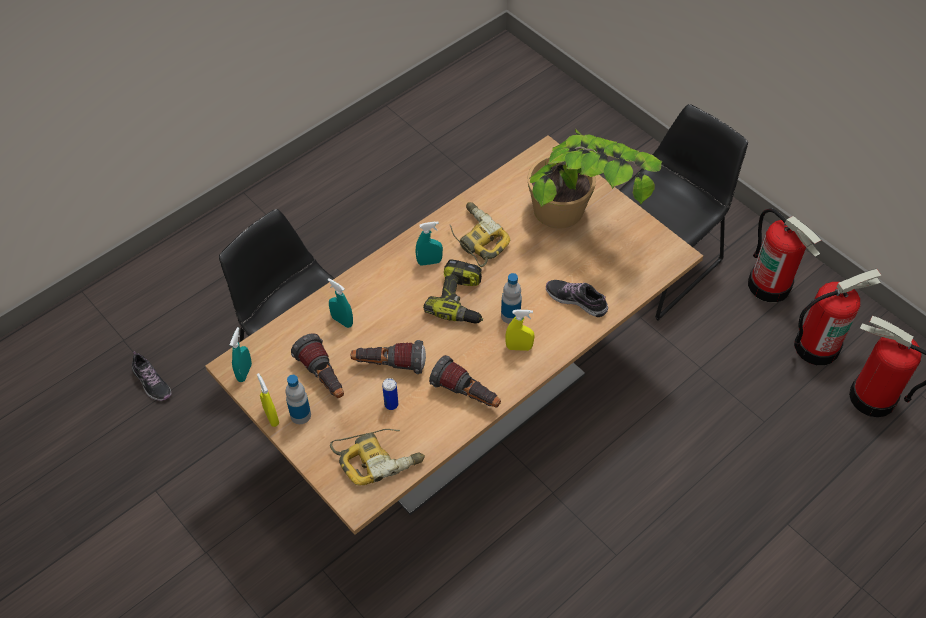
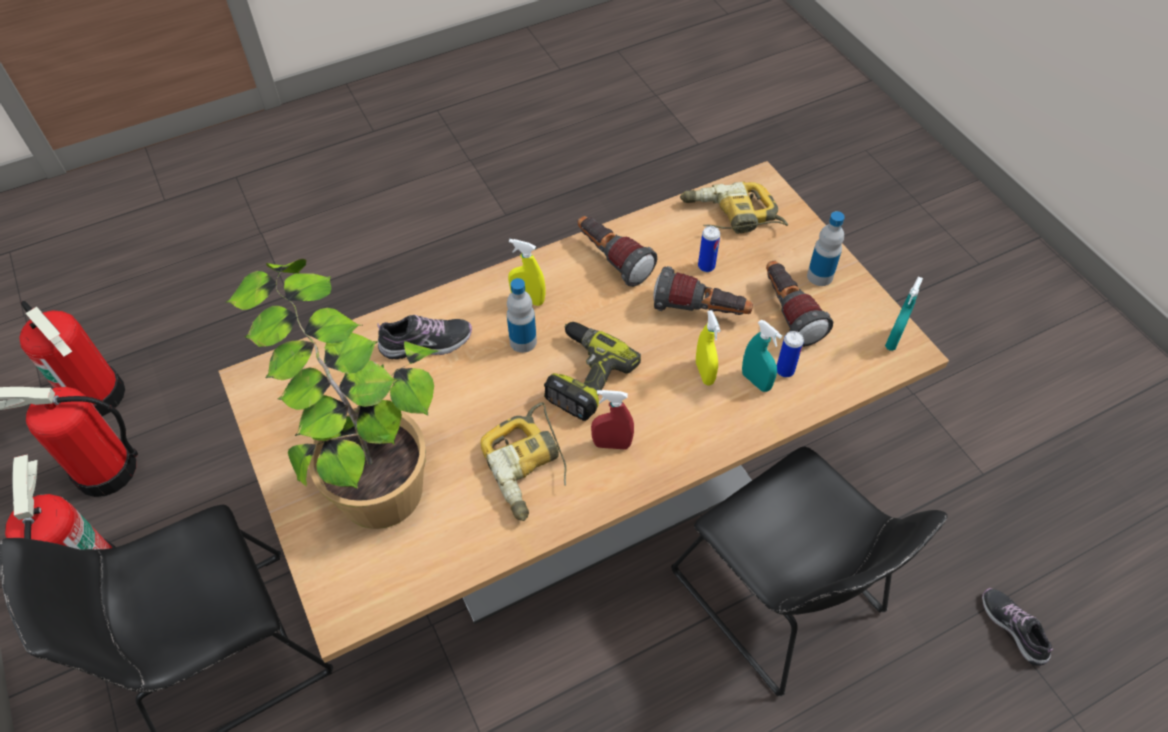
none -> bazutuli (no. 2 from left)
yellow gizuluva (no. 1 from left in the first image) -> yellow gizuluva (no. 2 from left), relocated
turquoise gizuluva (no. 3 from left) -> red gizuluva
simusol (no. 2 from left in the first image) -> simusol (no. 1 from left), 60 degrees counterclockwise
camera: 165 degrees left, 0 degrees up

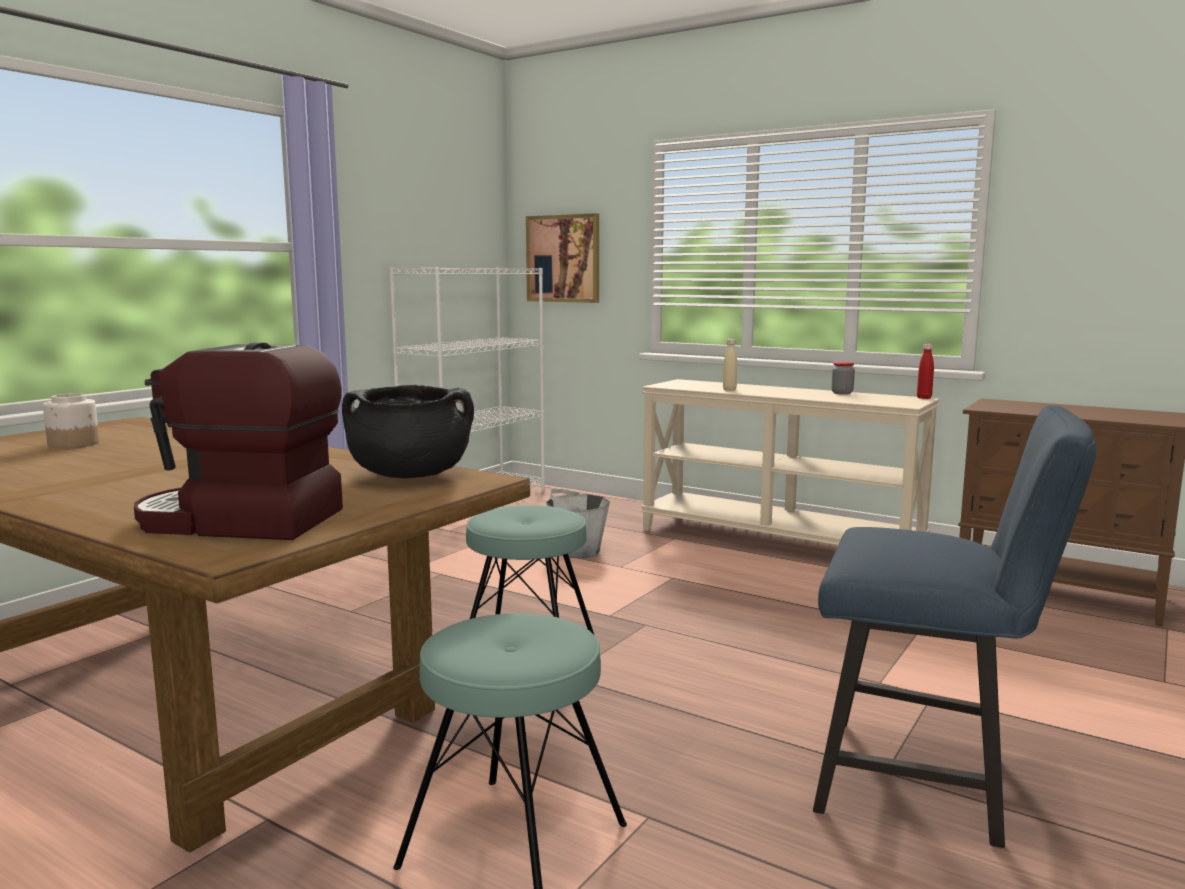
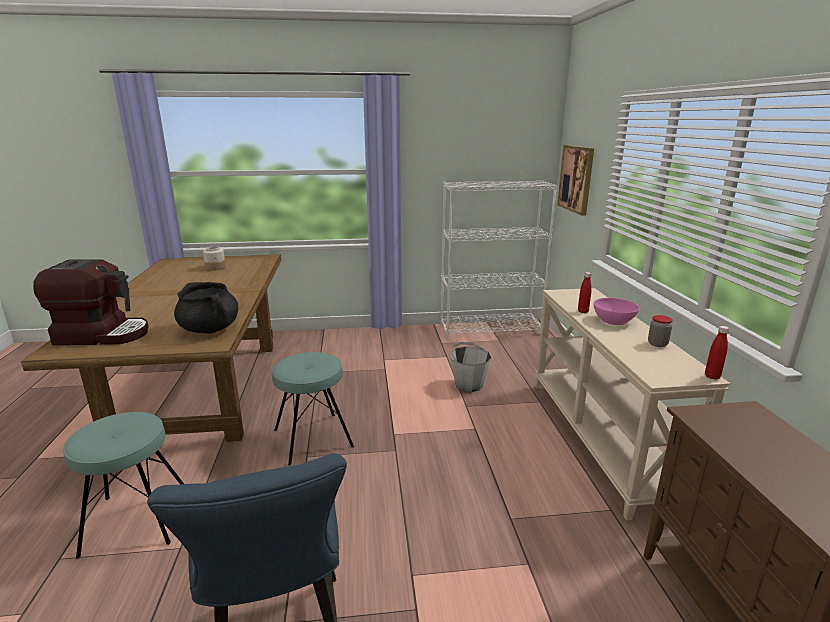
none -> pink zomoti
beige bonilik -> red bonilik (no. 1 from left)
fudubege, 120 degrees clockwise
camera: 50 degrees right, 10 degrees up

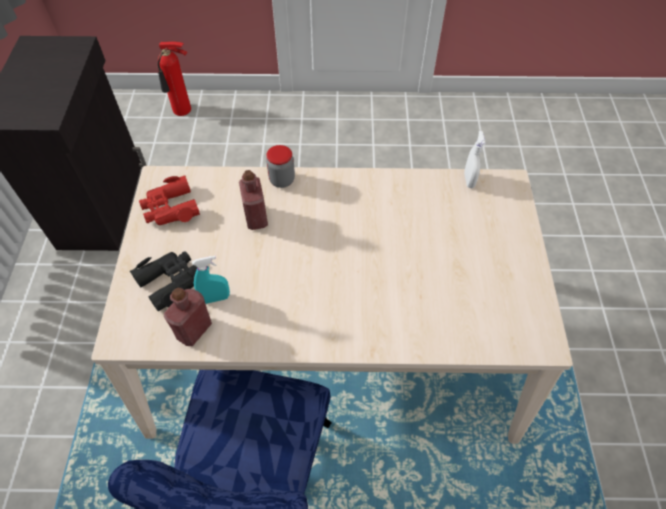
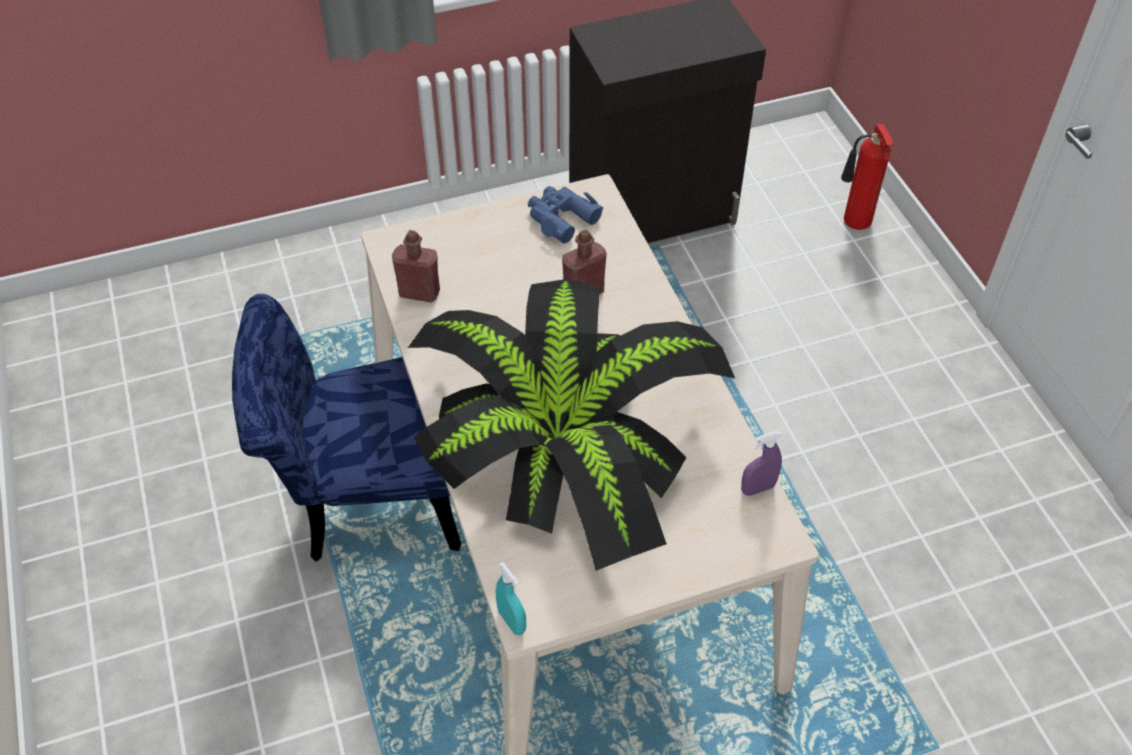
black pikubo -> none
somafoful -> none
none -> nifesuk
turquoise gizuluva, relocated
red pikubo -> blue pikubo
white gizuluva -> purple gizuluva
camera: 70 degrees right, 5 degrees down

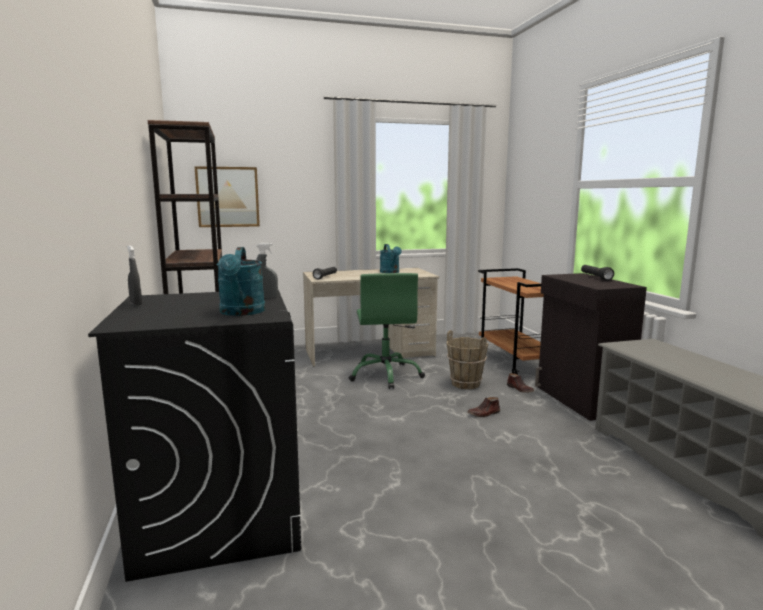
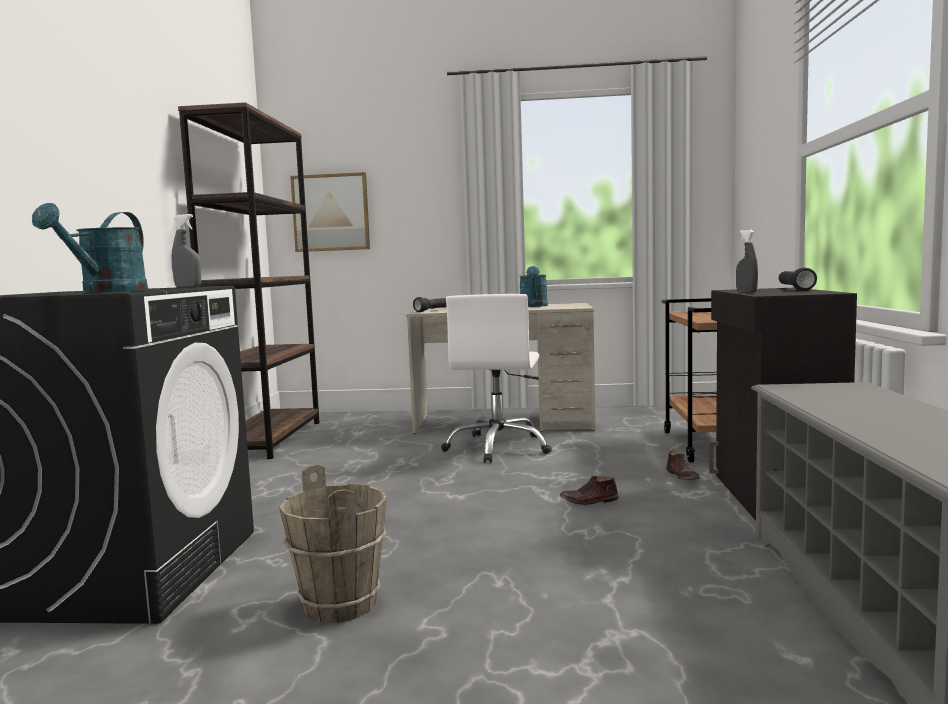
grey gizuluva (no. 1 from left in the first image) -> grey gizuluva (no. 2 from left), relocated
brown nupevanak, relocated
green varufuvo -> white varufuvo
camera: 20 degrees right, 5 degrees down

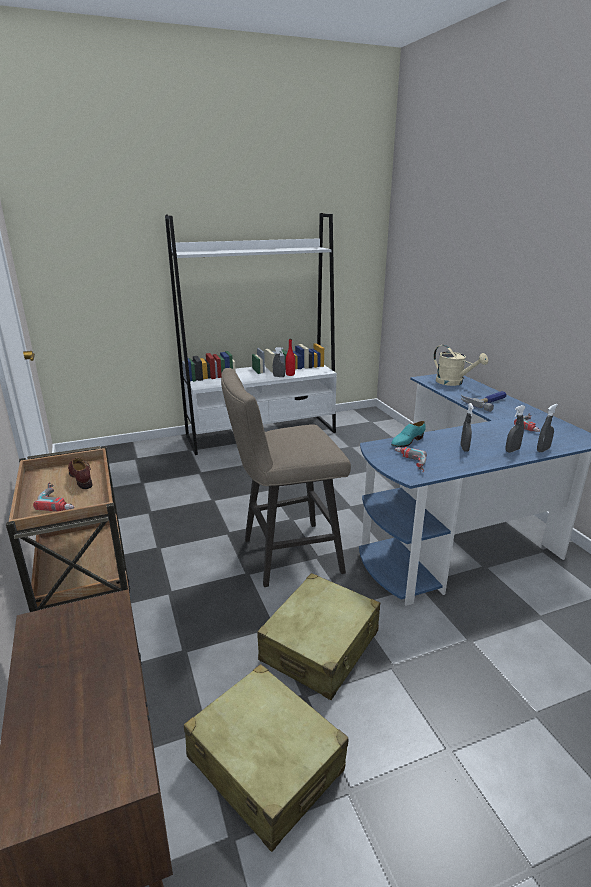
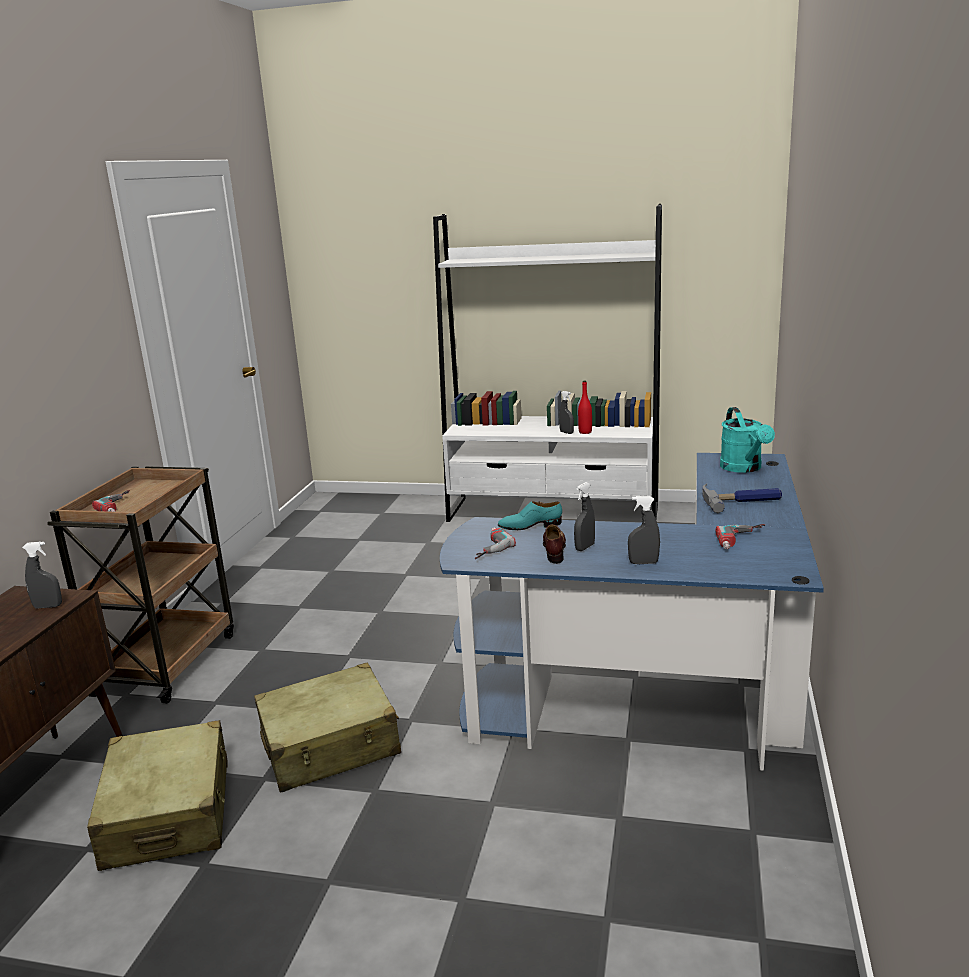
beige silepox -> none
brown simusol, relocated
grey gizuluva (no. 4 from left in the first image) -> grey gizuluva (no. 1 from left), relocated
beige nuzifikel -> turquoise nuzifikel
camera: 35 degrees right, 5 degrees down

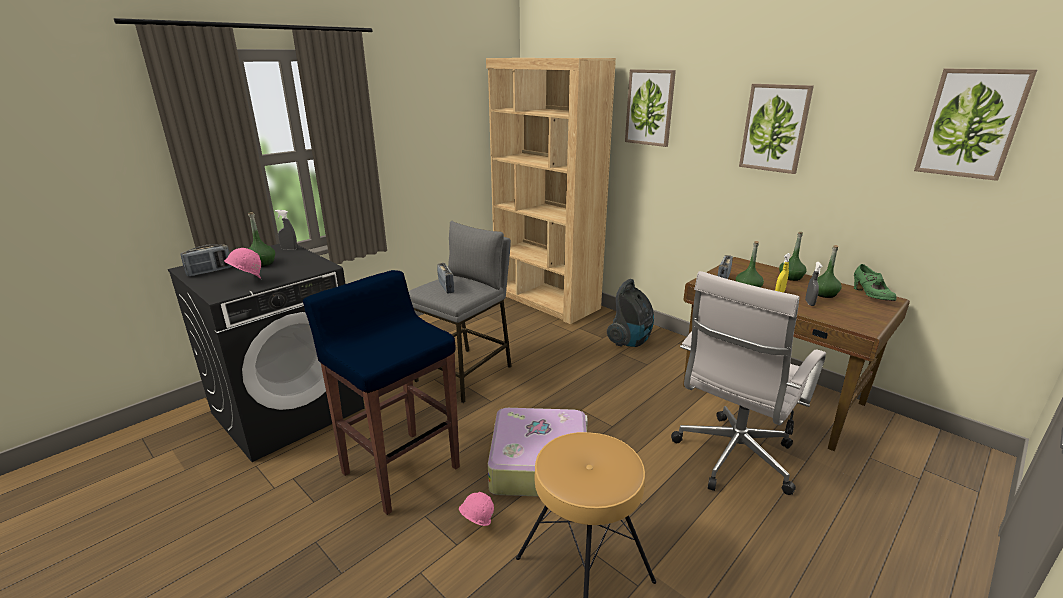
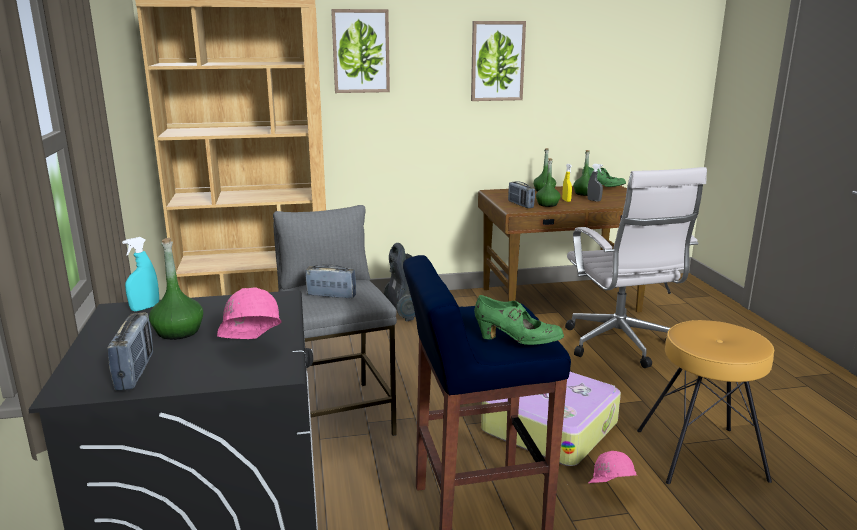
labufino (no. 3 from left) -> none
none -> green simusol (no. 1 from left)
grey gizuluva (no. 1 from left) -> turquoise gizuluva
camera: 55 degrees left, 5 degrees down

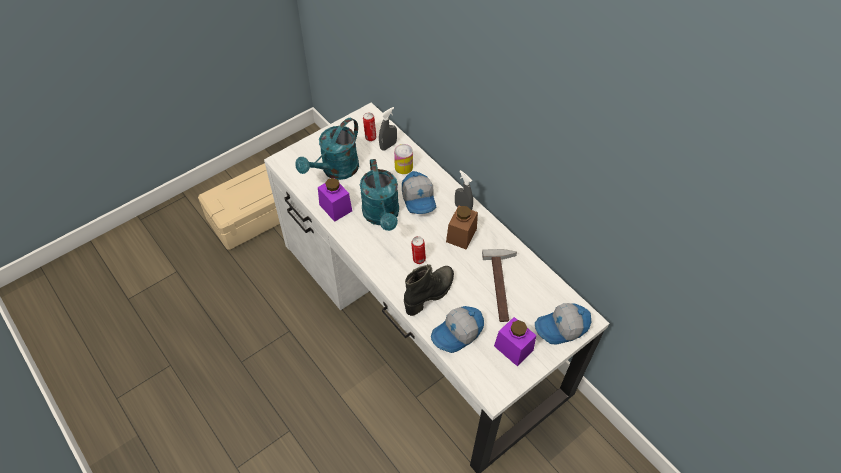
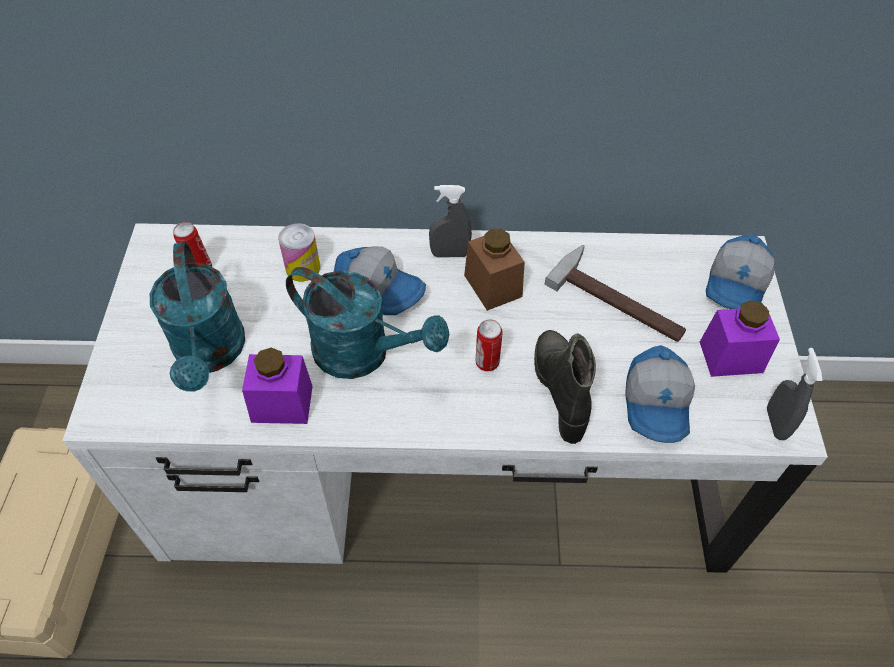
grey gizuluva (no. 1 from left in the first image) -> grey gizuluva (no. 2 from left), relocated
camera: 50 degrees left, 0 degrees up

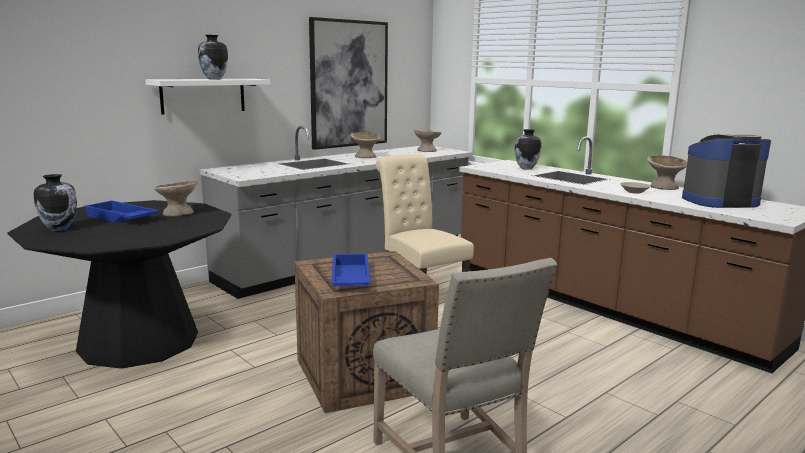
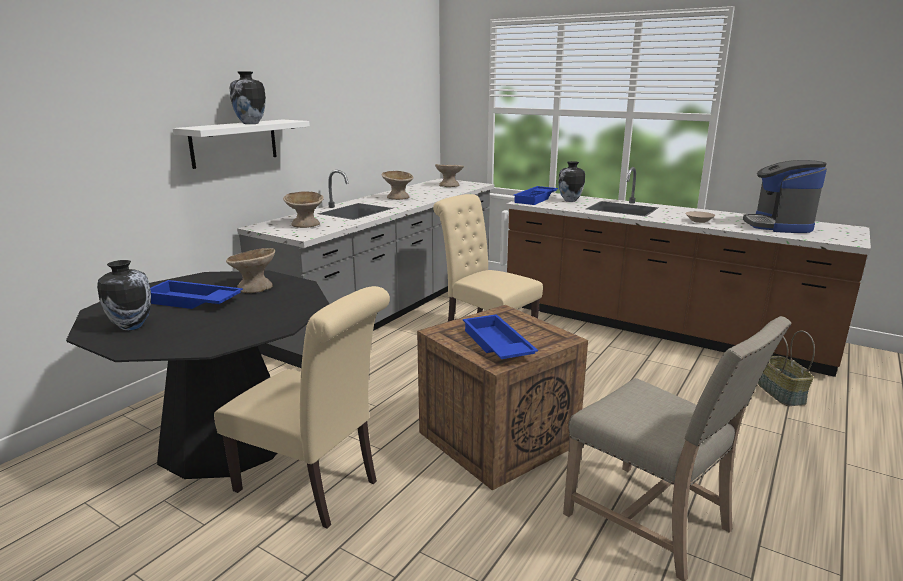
labufino -> none
none -> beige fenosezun (no. 1 from left)
none -> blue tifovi (no. 3 from left)
none -> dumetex
beige zomoti (no. 5 from left in the first image) -> beige zomoti (no. 2 from left), relocated
fudubege, 60 degrees counterclockwise
camera: 15 degrees left, 5 degrees up

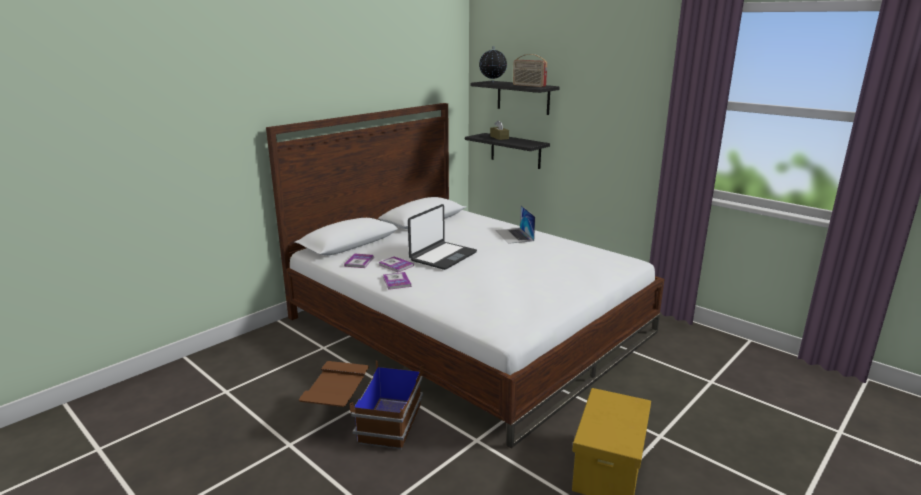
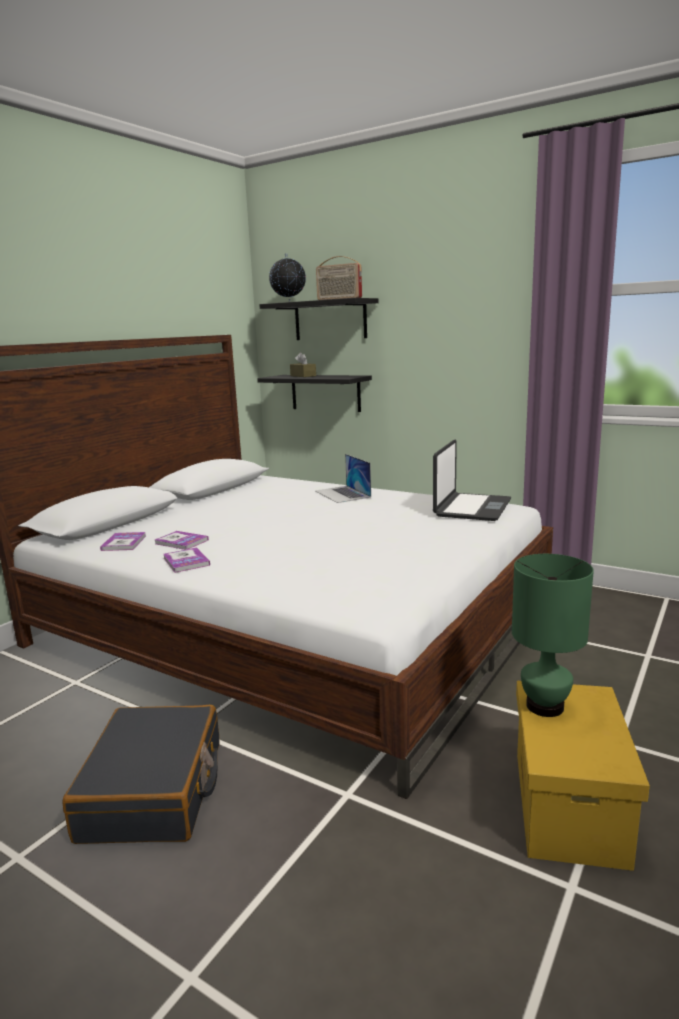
none -> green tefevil
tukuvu (no. 1 from left in the first image) -> tukuvu (no. 2 from left), relocated
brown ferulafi -> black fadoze
camera: 10 degrees left, 5 degrees down

